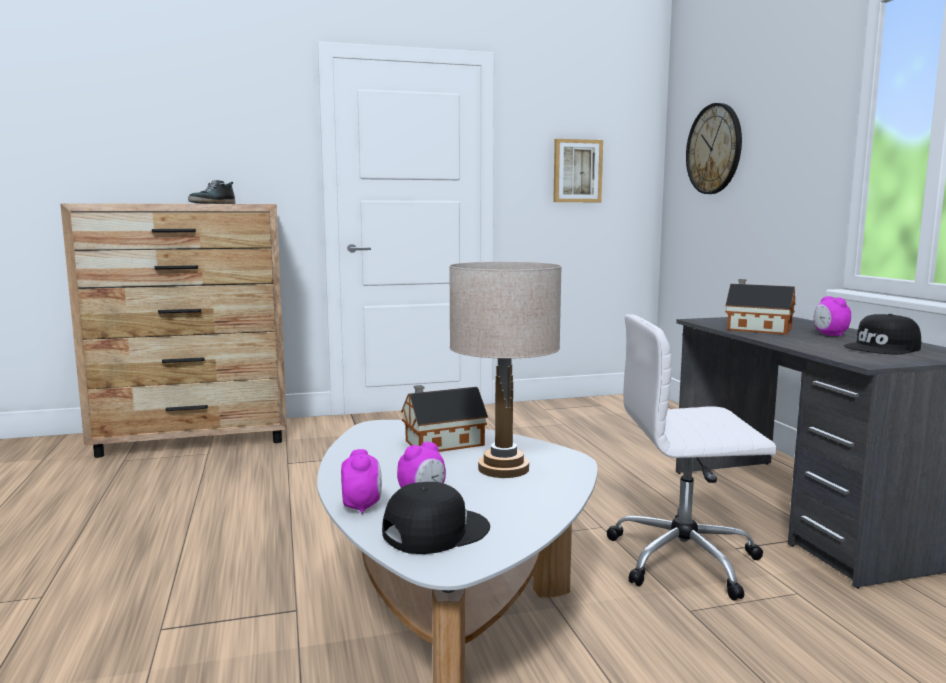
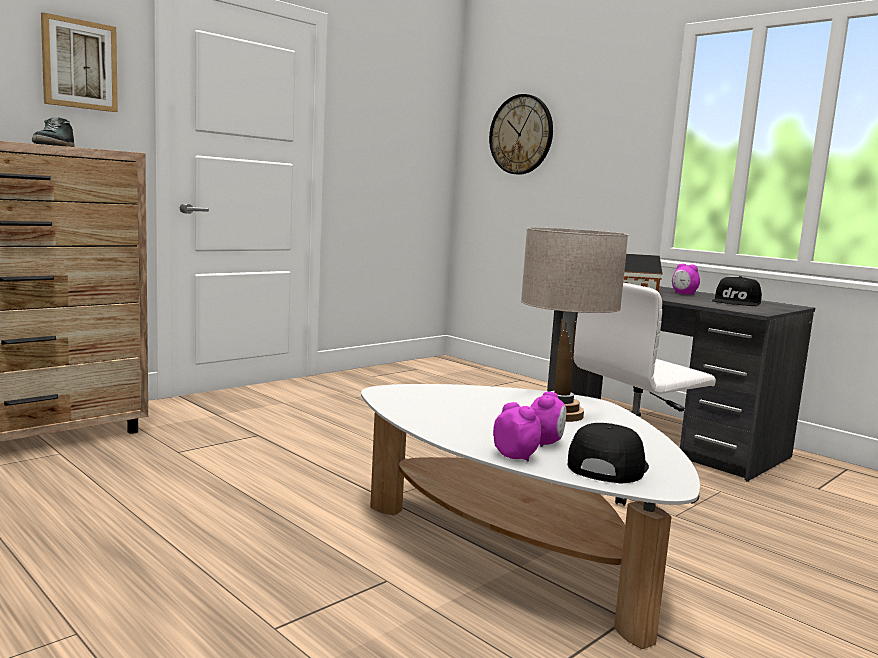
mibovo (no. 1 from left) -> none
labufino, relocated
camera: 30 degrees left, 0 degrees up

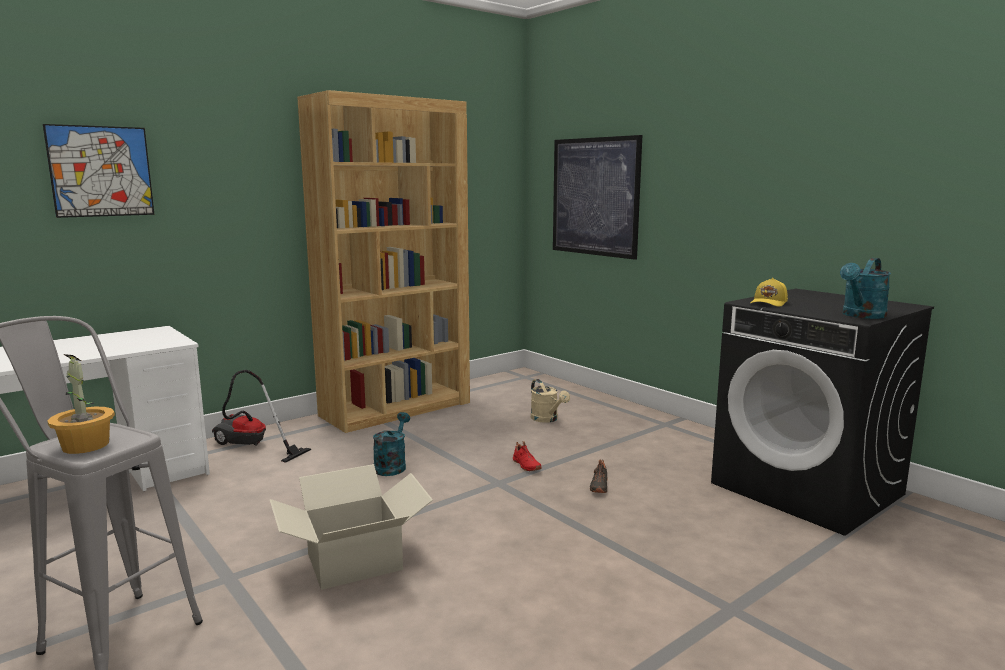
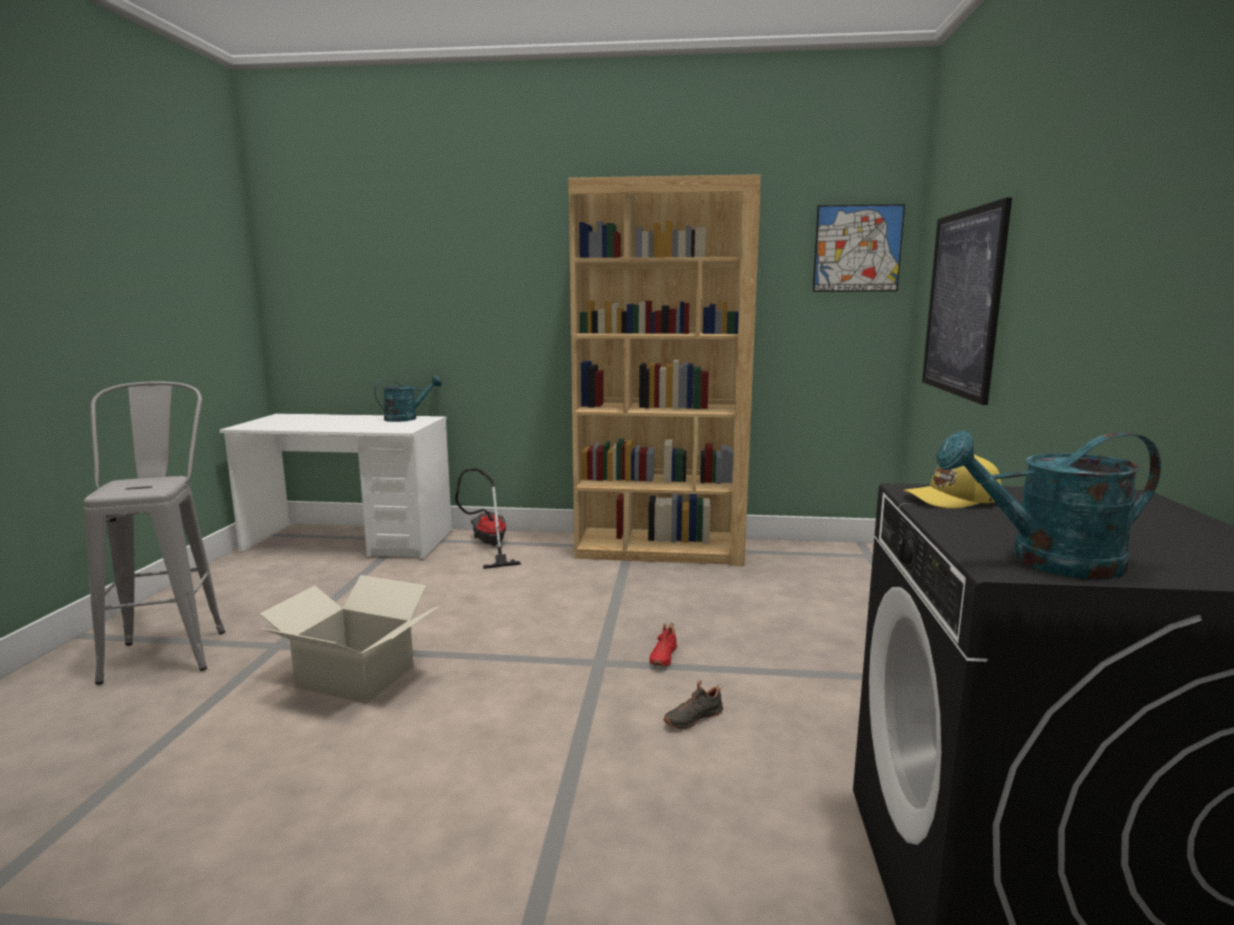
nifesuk -> none
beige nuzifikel -> none
labufino (no. 1 from left), relocated
turquoise nuzifikel (no. 1 from left), relocated
camera: 45 degrees right, 0 degrees up

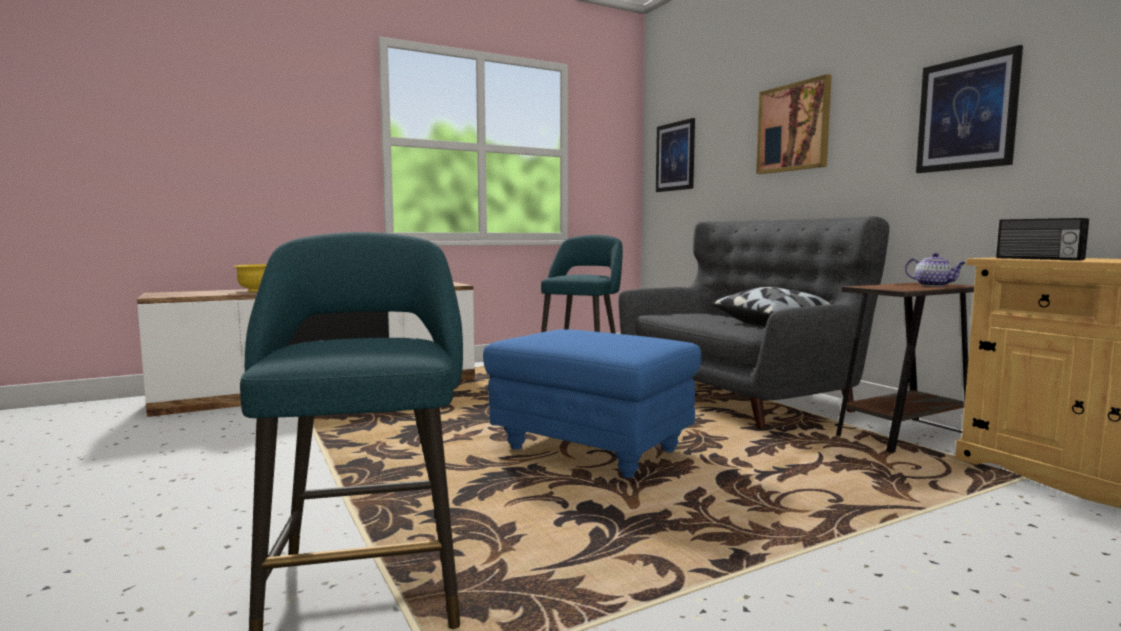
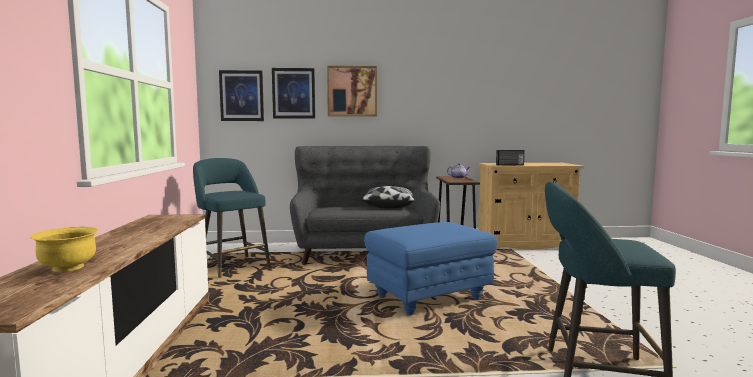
labufino (no. 3 from left in the first image) -> labufino (no. 2 from left), relocated
camera: 65 degrees left, 0 degrees up

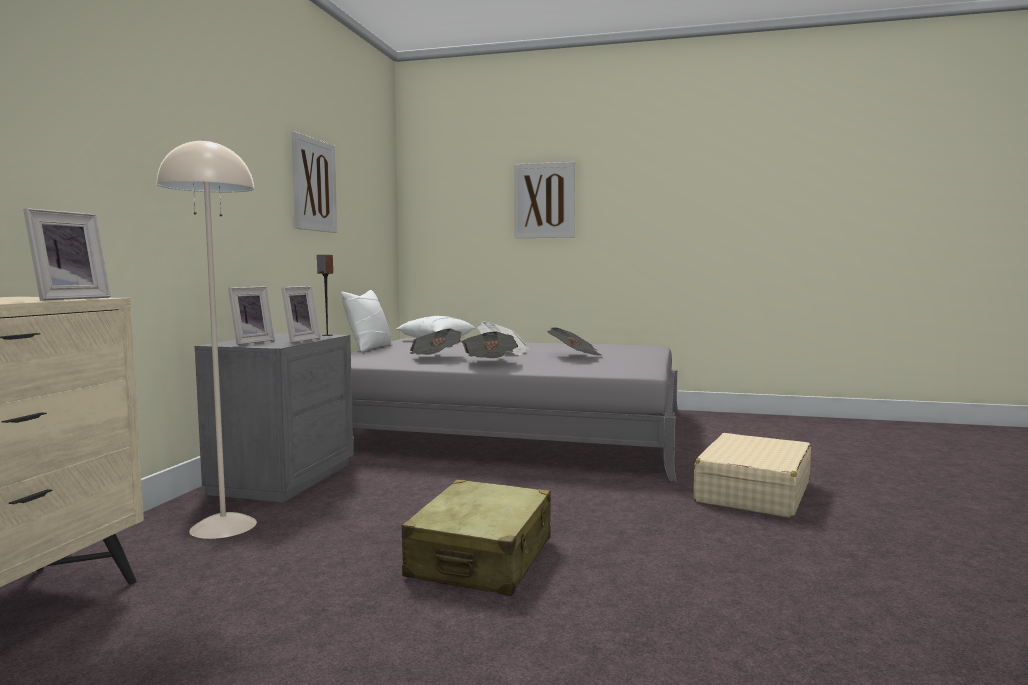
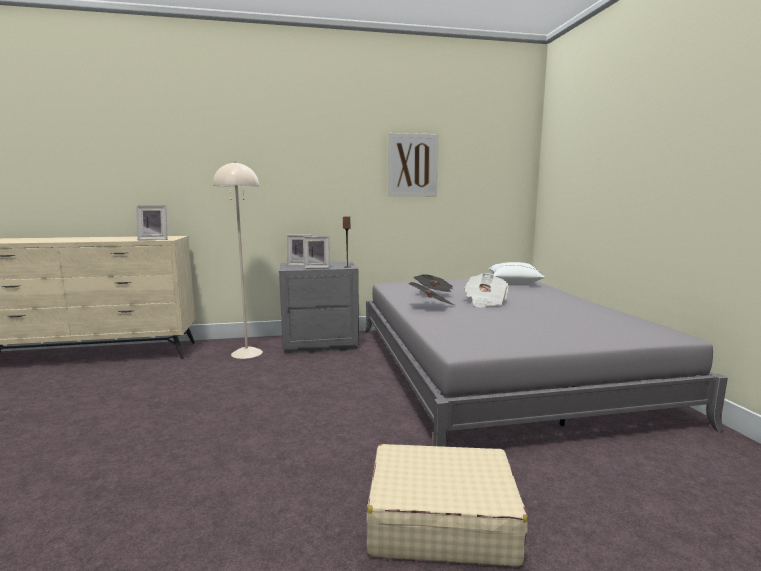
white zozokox (no. 1 from left) -> none
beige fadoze (no. 1 from left) -> none
labufino (no. 2 from left) -> none
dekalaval (no. 4 from left) -> none
camera: 65 degrees right, 5 degrees up

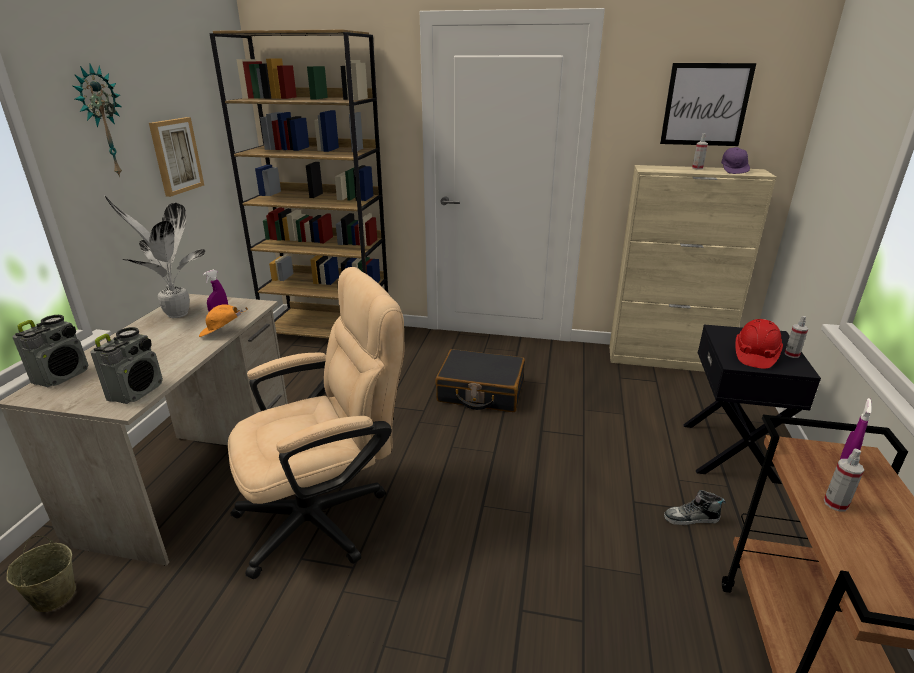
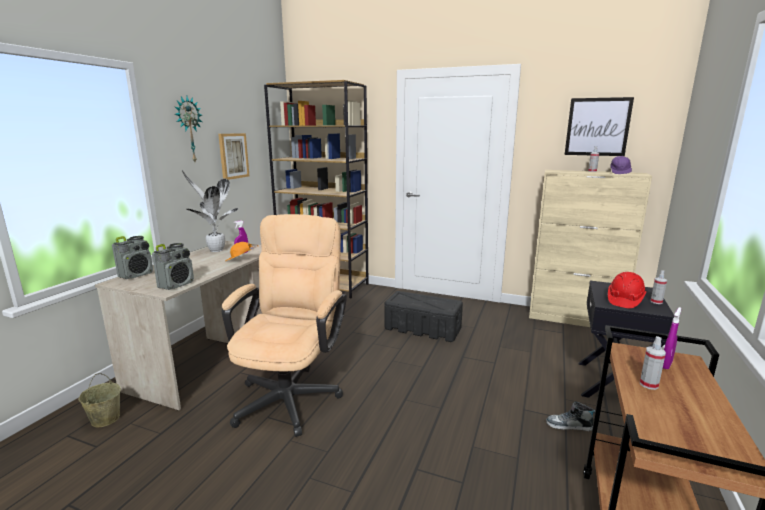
black fadoze -> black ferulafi
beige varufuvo, 60 degrees counterclockwise
camera: 10 degrees right, 10 degrees down

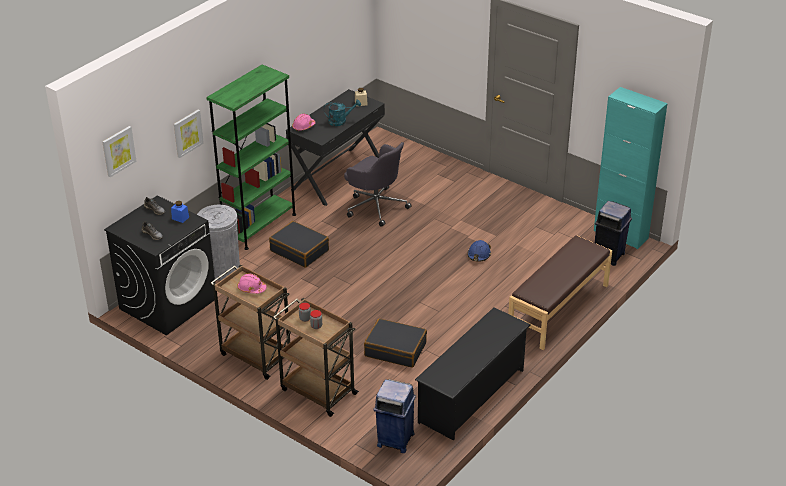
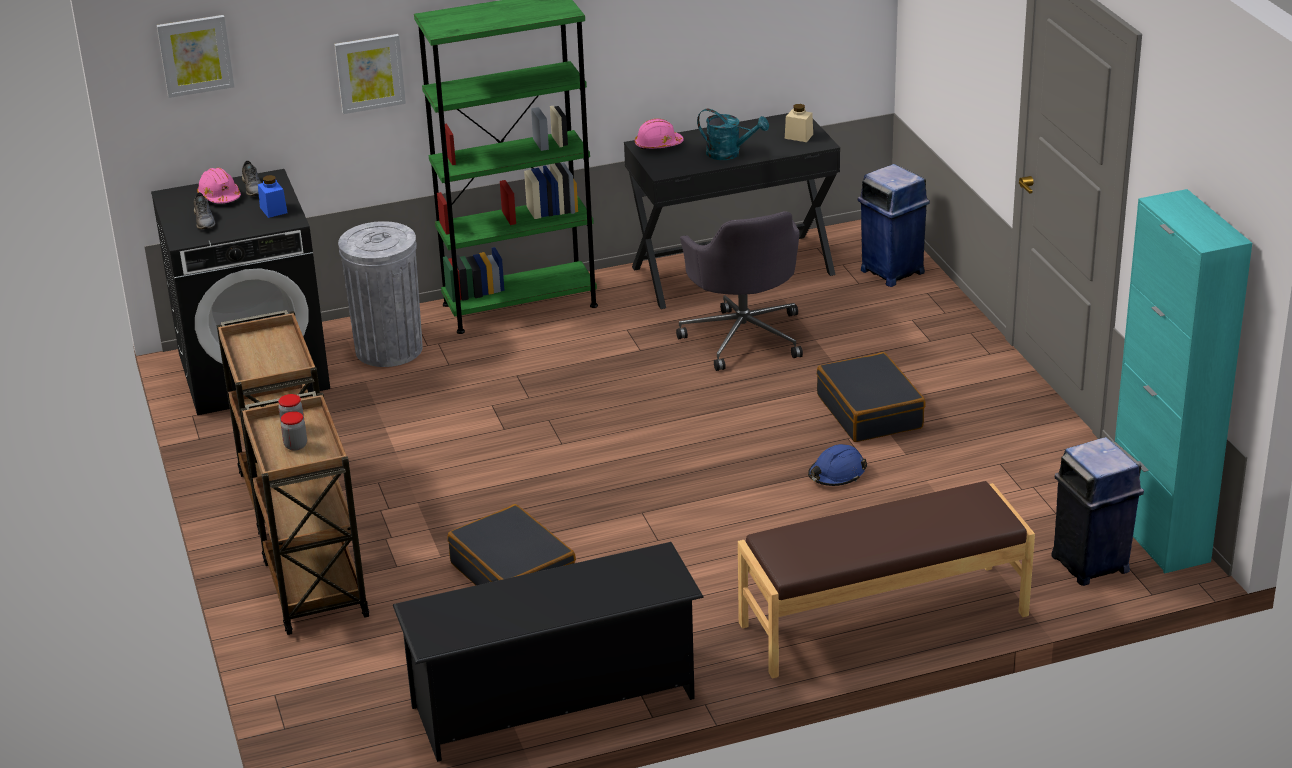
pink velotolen (no. 1 from left), relocated
black fadoze (no. 1 from left in the first image) -> black fadoze (no. 2 from left), relocated
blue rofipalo (no. 1 from left), relocated
camera: 35 degrees right, 5 degrees down

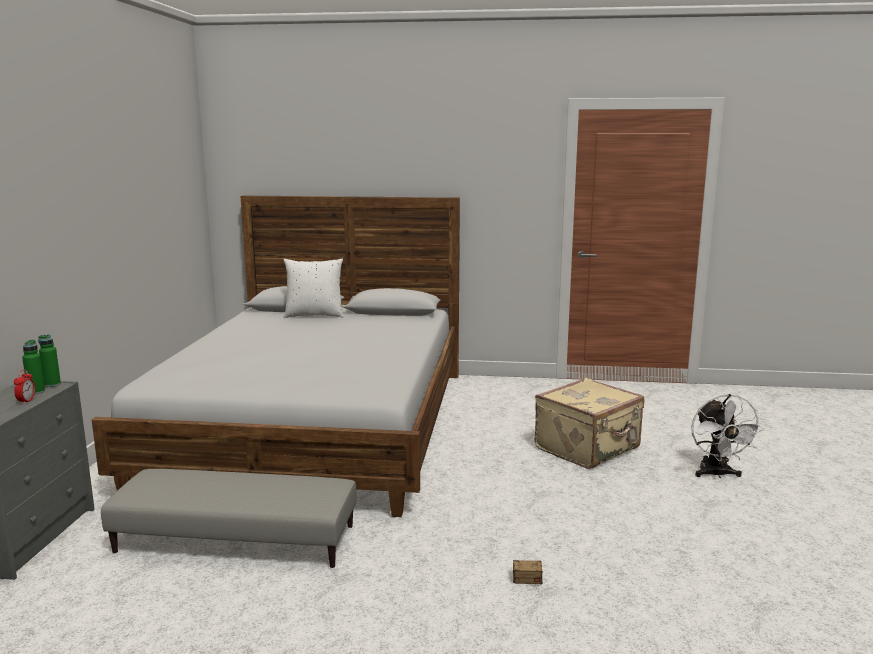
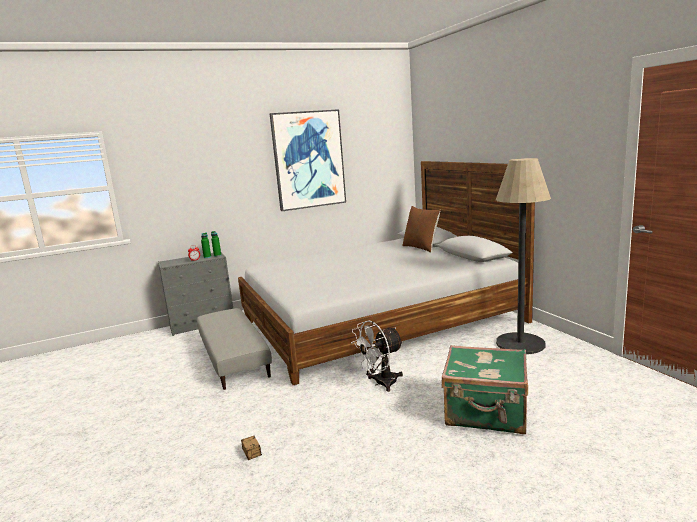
none -> labufino
none -> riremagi
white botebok, relocated
white zozokox -> brown zozokox
beige fadoze -> green fadoze
camera: 60 degrees right, 0 degrees up

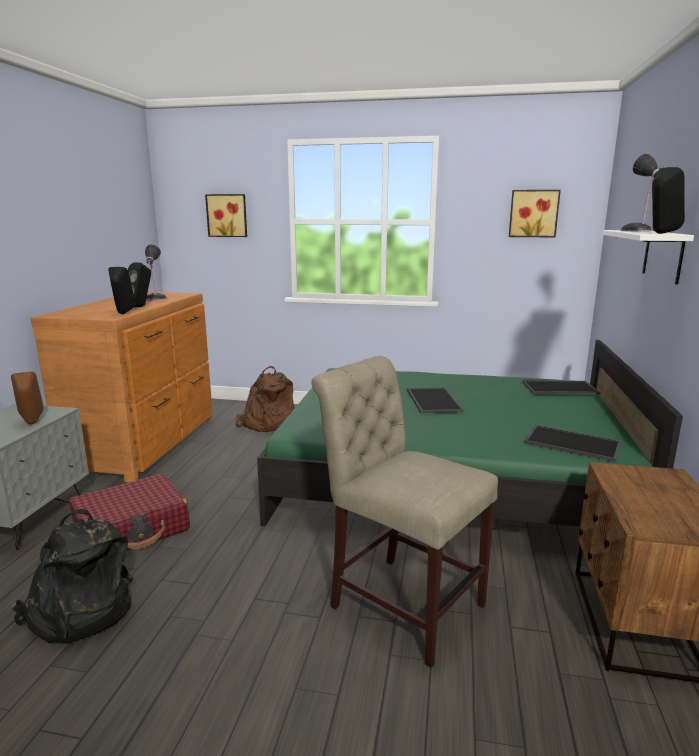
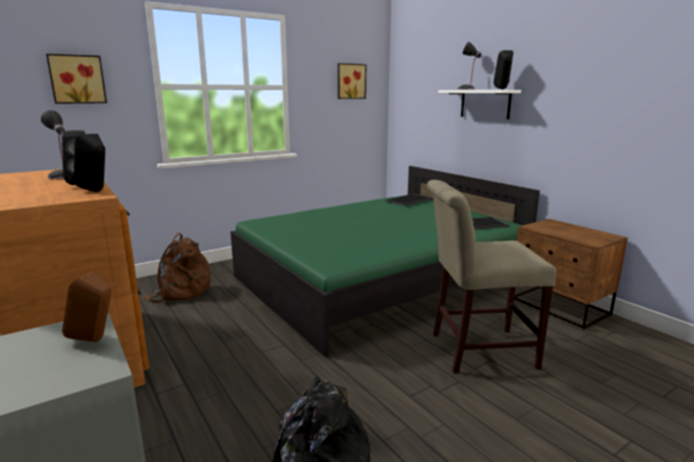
red fadoze -> none
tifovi (no. 1 from left) -> none
camera: 45 degrees left, 0 degrees up

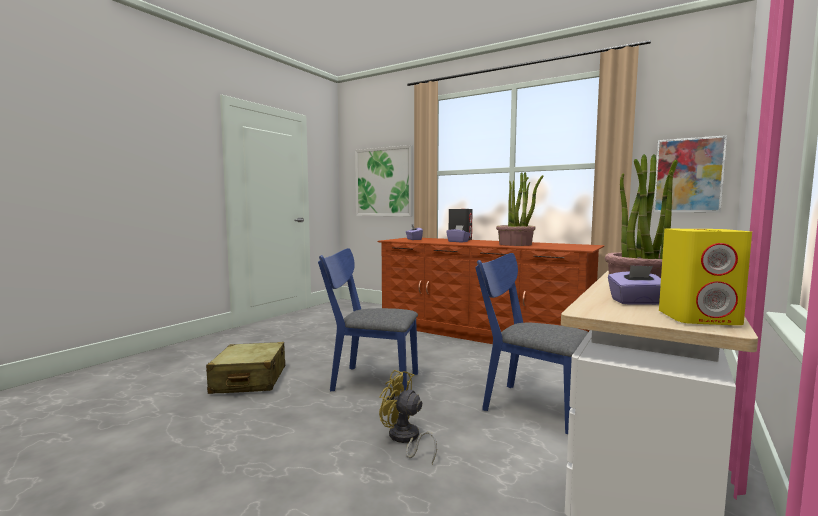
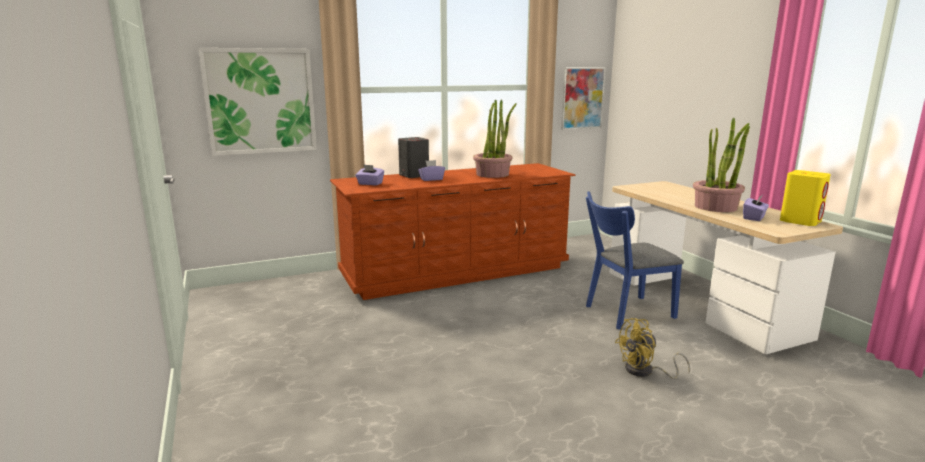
beige fadoze -> none
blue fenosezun (no. 1 from left) -> none
camera: 55 degrees left, 10 degrees up

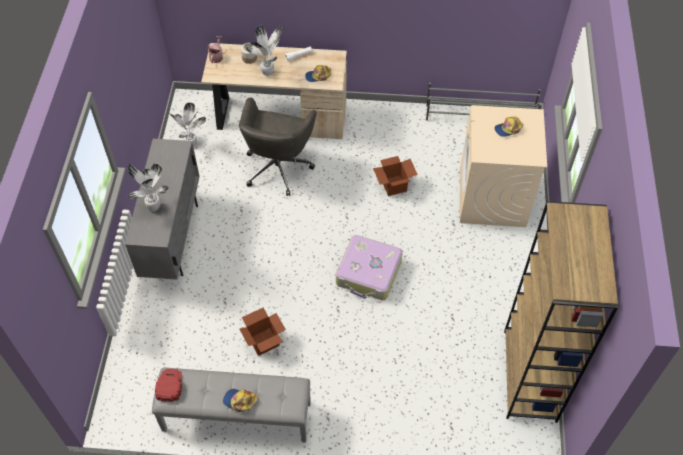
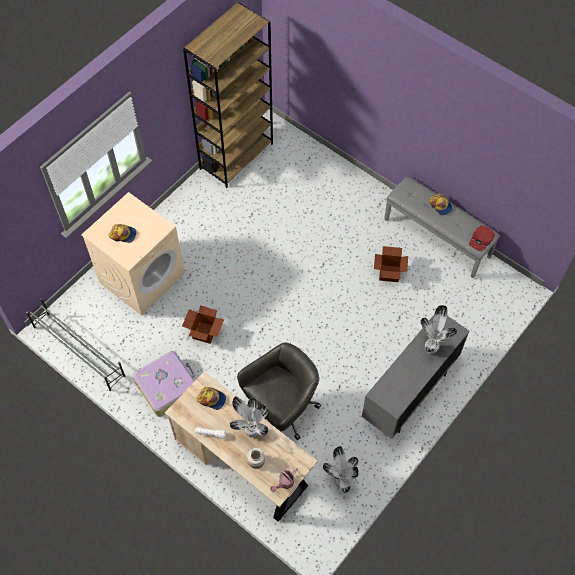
fadoze, relocated
camera: 145 degrees left, 5 degrees up

